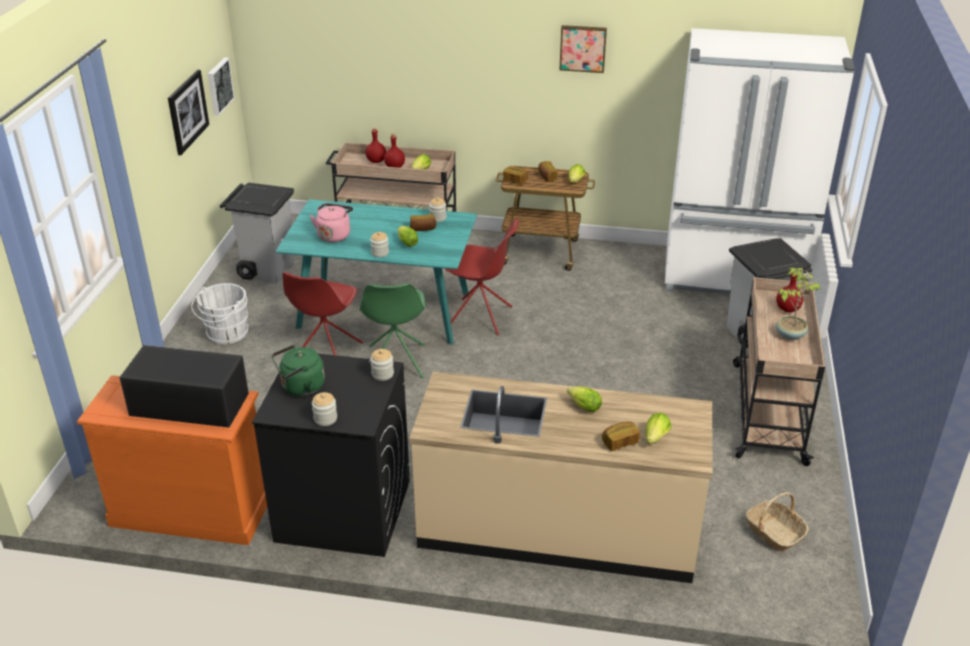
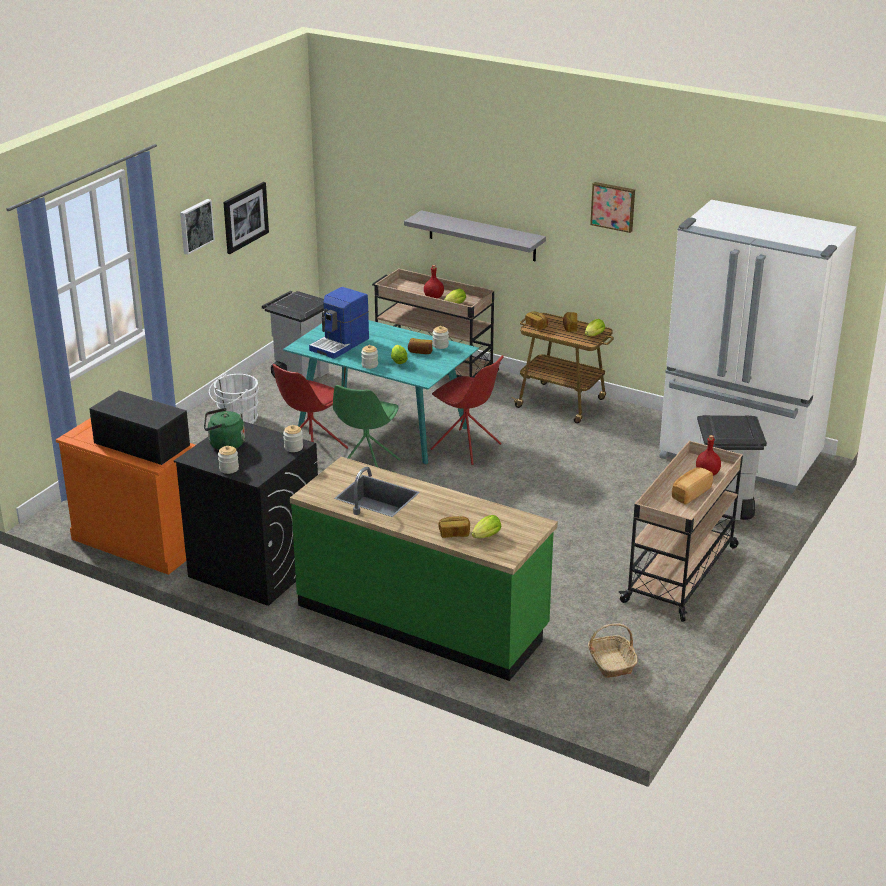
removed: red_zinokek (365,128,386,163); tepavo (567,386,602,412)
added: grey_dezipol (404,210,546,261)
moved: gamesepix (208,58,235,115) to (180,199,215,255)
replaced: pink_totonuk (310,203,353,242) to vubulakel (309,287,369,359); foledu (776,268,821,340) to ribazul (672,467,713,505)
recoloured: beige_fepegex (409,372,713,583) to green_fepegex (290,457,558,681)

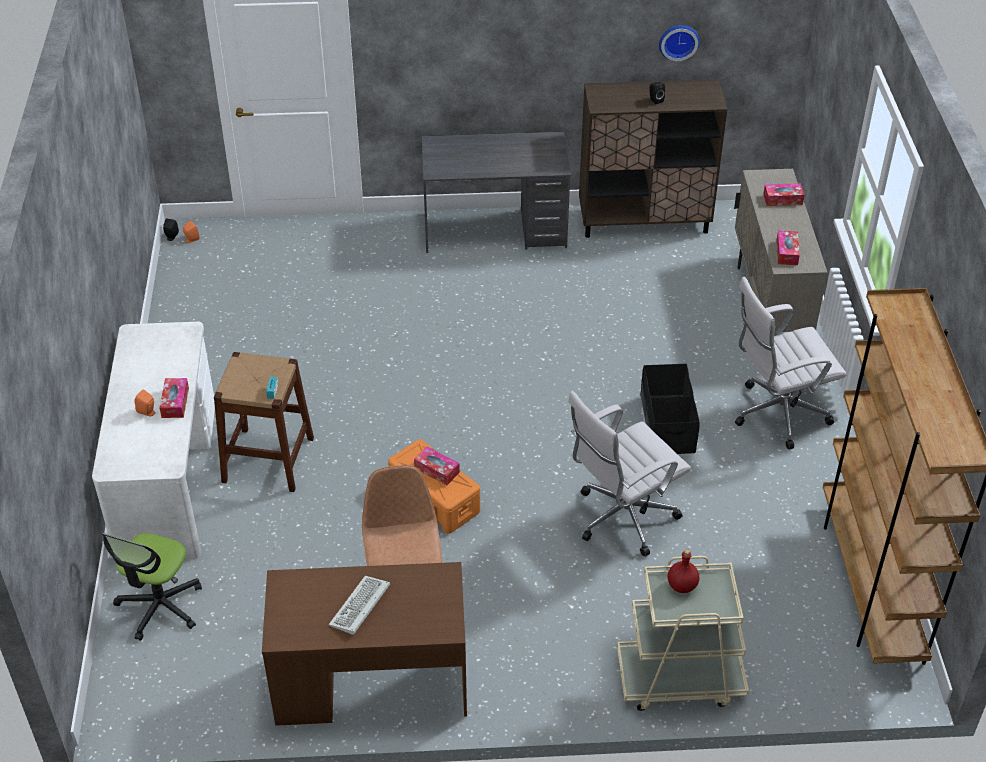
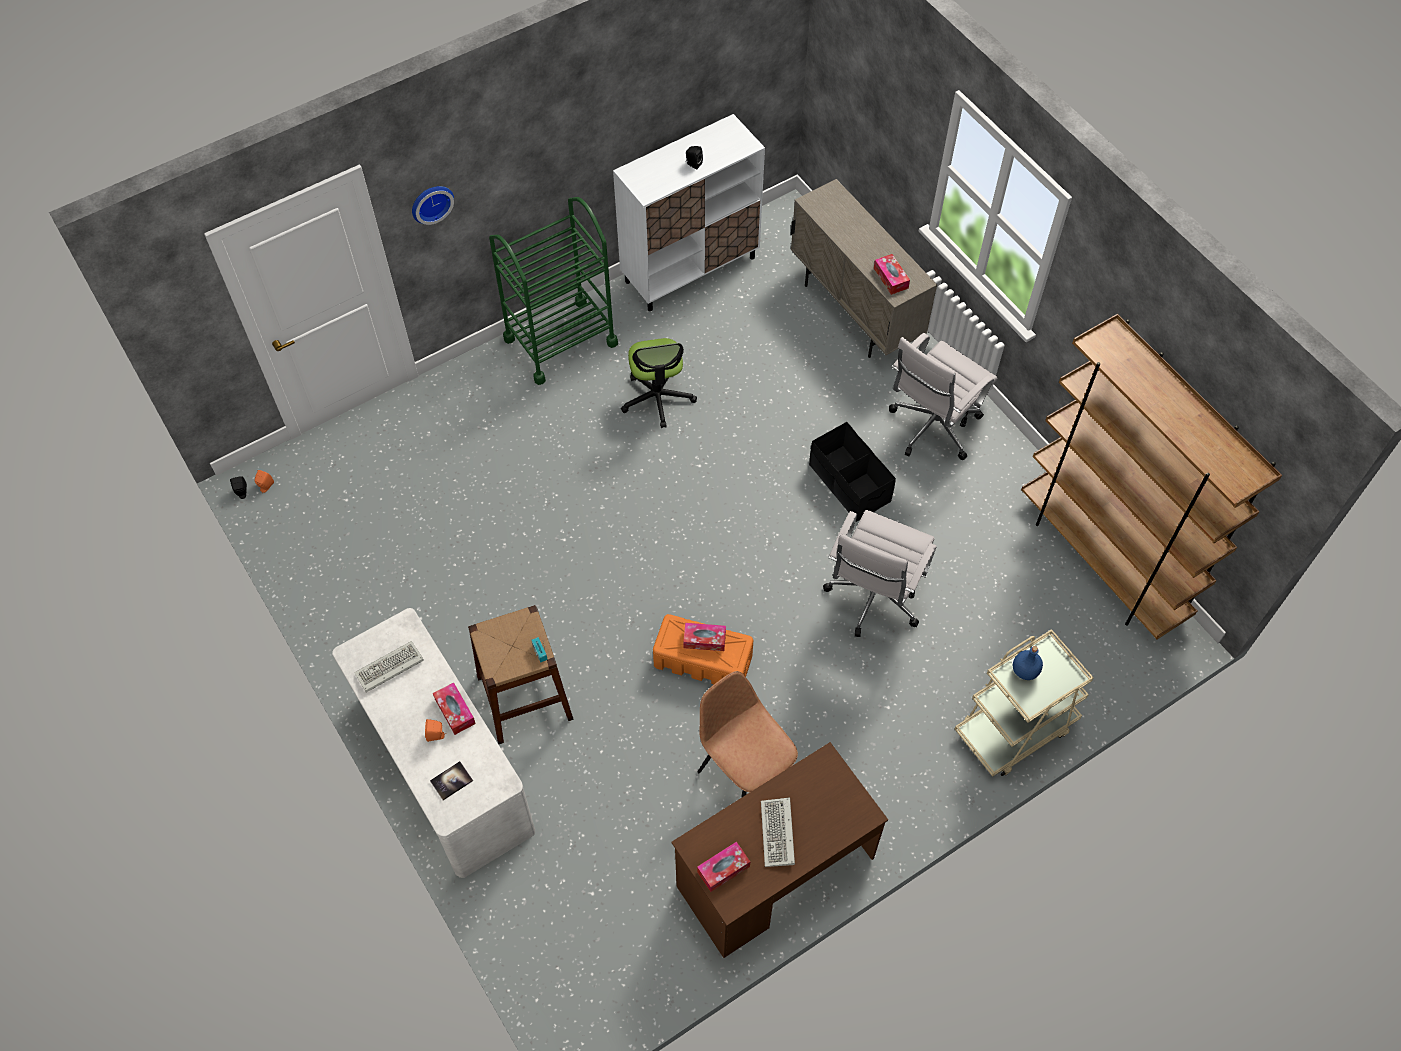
added: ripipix (354,641,424,692); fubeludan (430,761,473,800)
moved: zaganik (659,25,700,61) to (412,186,454,225); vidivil (101,533,202,641) to (621,338,697,428); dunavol (763,183,804,206) to (697,842,750,892)
replaced: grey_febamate (422,132,571,253) to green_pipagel (489,197,618,385)
recoloured: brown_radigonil (579,79,727,238) to white_radigonil (613,114,765,311); red_zinokek (667,549,699,593) to blue_zinokek (1013,646,1043,680)

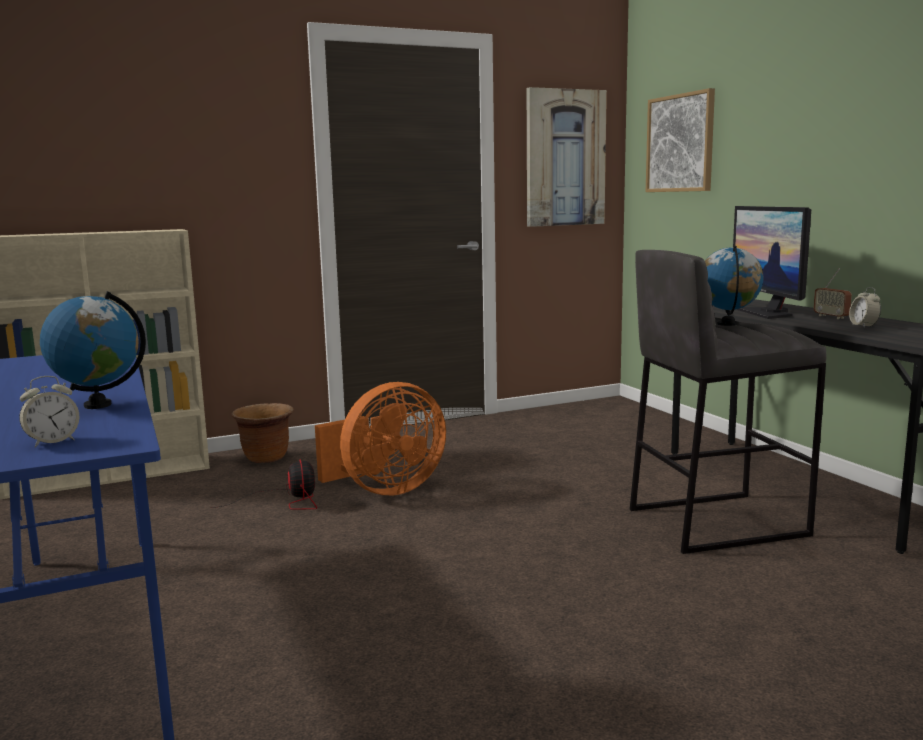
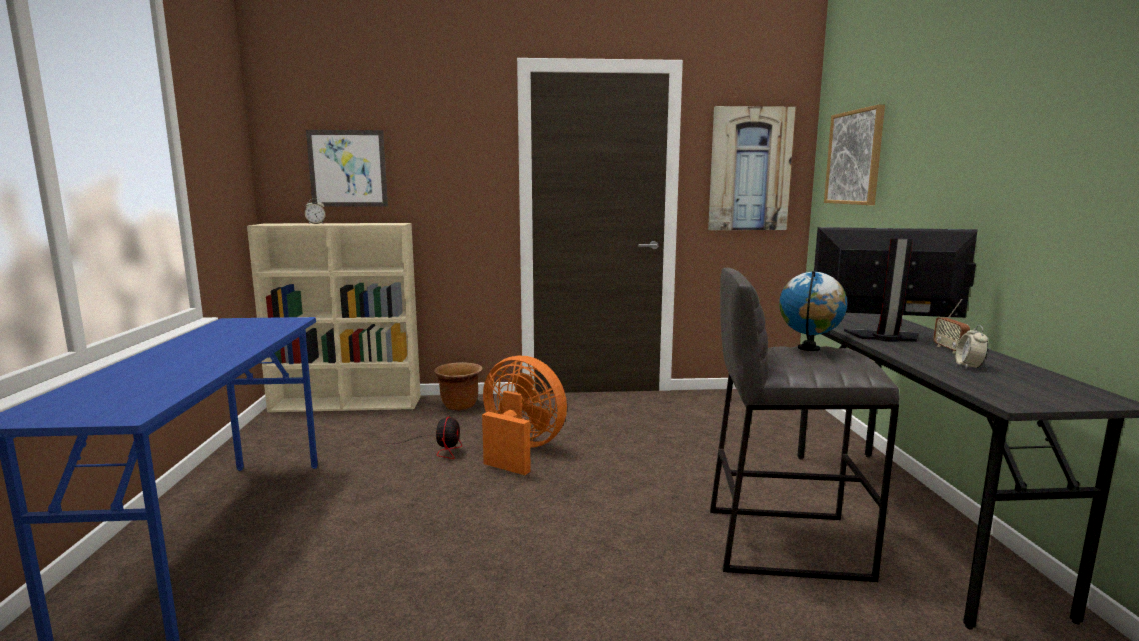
removed: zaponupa (40,291,146,409)
added: gamesepix (306,130,388,207)
moved: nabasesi (19,376,79,448) to (305,199,326,224)
turned: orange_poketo (315,382,446,495) = (482,356,567,475) 135 degrees counterclockwise; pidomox (733,206,811,319) = (814,227,978,342) 90 degrees clockwise

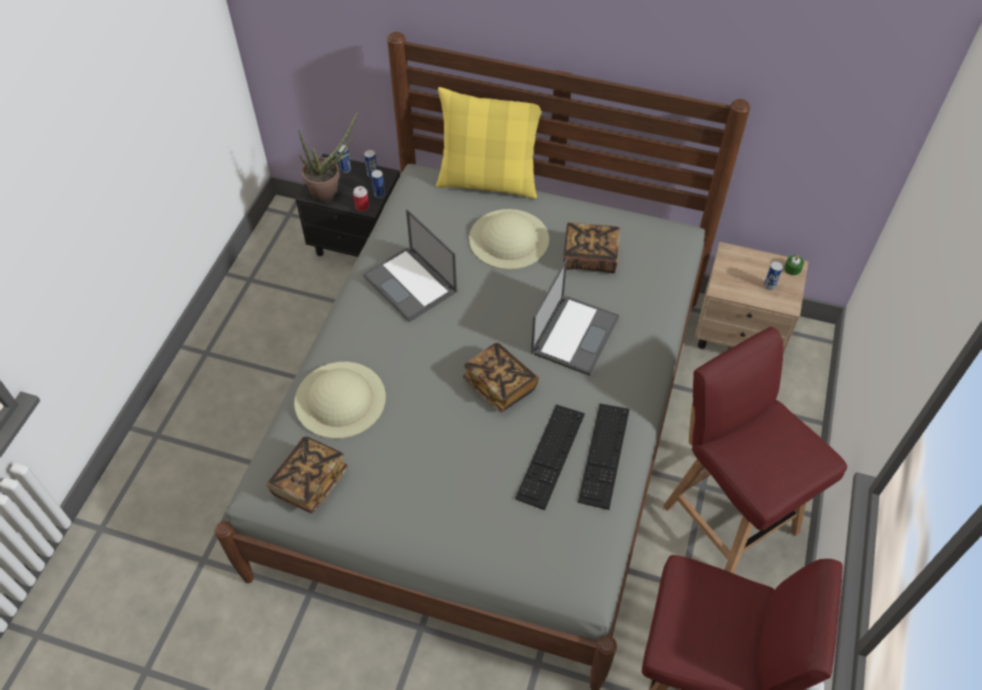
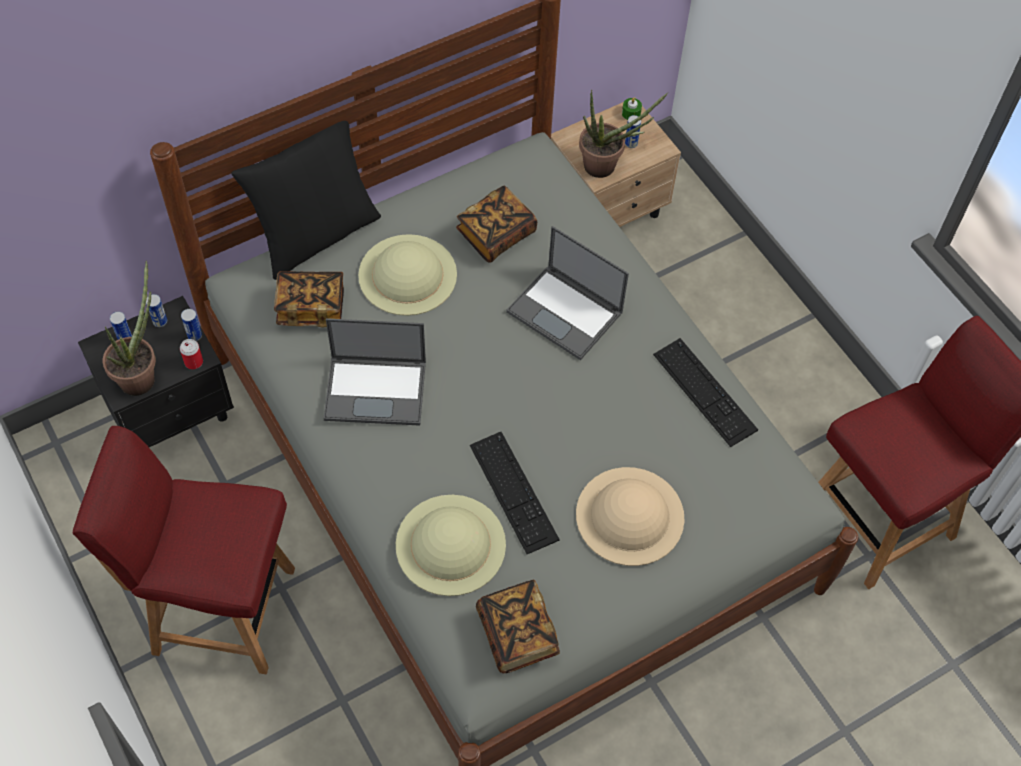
added: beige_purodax (576,467,684,566); foledu (579,89,668,178)
moved: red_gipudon (663,327,847,574) to (73,426,295,674); fubeludan (463,343,539,412) to (274,271,344,327); ripipix (515,405,585,510) to (470,432,560,554)
recoloured: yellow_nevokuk (436,87,542,199) to black_nevokuk (231,121,381,280)
turned: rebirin (531,259,619,376) = (506,226,629,360) 150 degrees clockwise

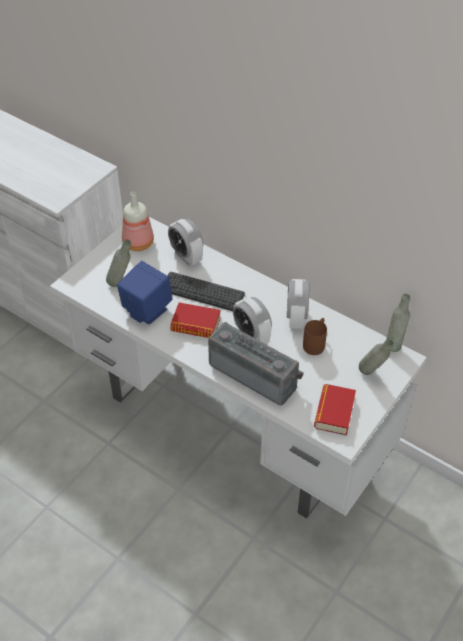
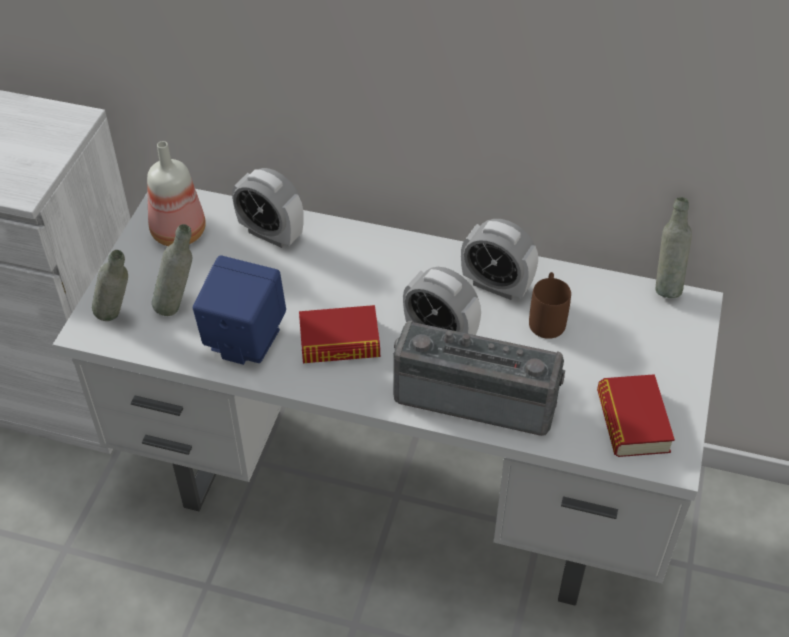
removed: ripipix (167,272,245,311)
moved: grey_zinokek (359,340,394,375) to (92,250,128,321)
turned: nabasesi (287,279,309,329) = (461,219,538,300) 45 degrees counterclockwise

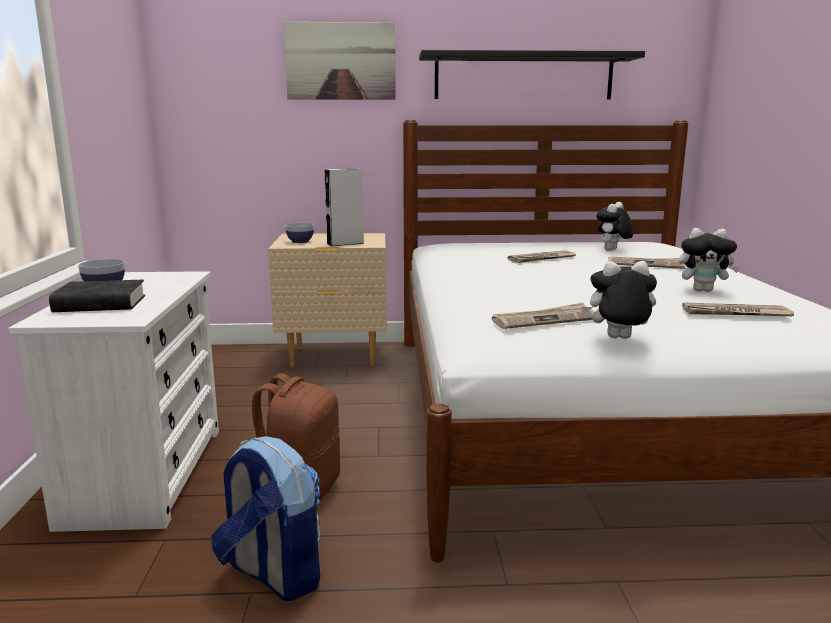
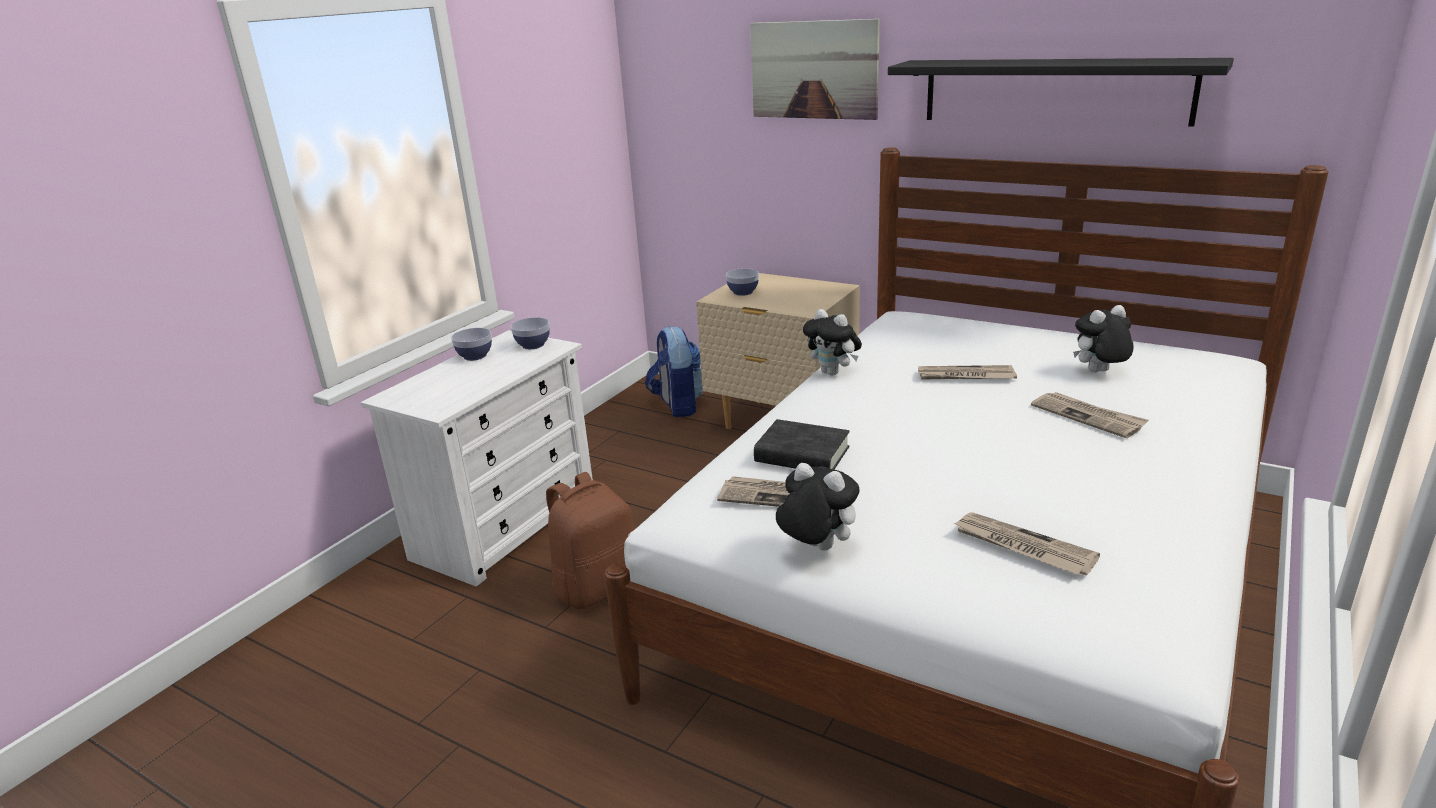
removed: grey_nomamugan (324,168,365,246)
added: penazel (511,317,550,349)
moved: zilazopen (211,436,320,601) to (645,326,703,417); black_fubeludan (49,280,145,312) to (754,419,850,470); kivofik (679,228,740,292) to (803,309,862,375)

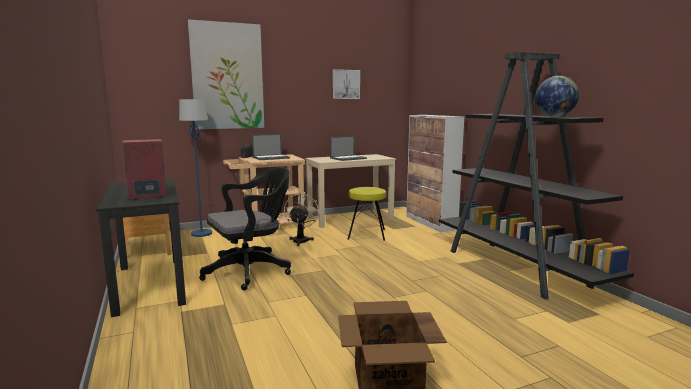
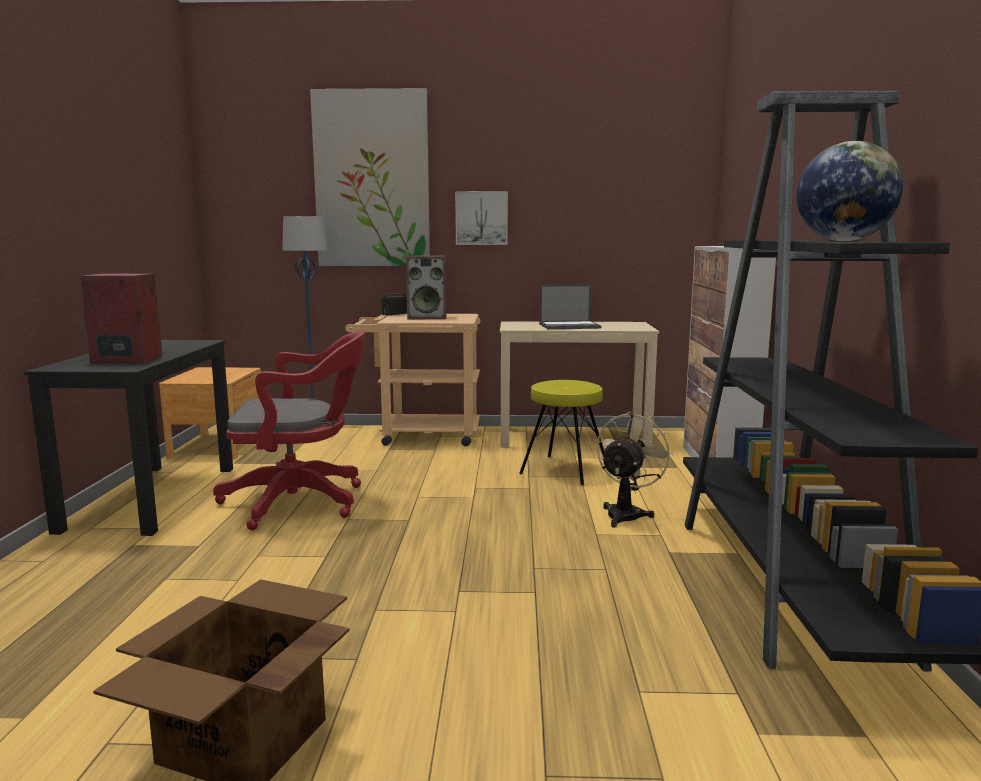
moved: gamesepix (333,69,360,99) to (455,191,508,245); beige_poketo (284,193,320,246) to (596,411,674,528)
replaced: rebirin (252,134,290,160) to nomamugan (406,256,446,319)
recoloured: black_vidivil (199,167,291,291) to red_vidivil (213,330,366,530)

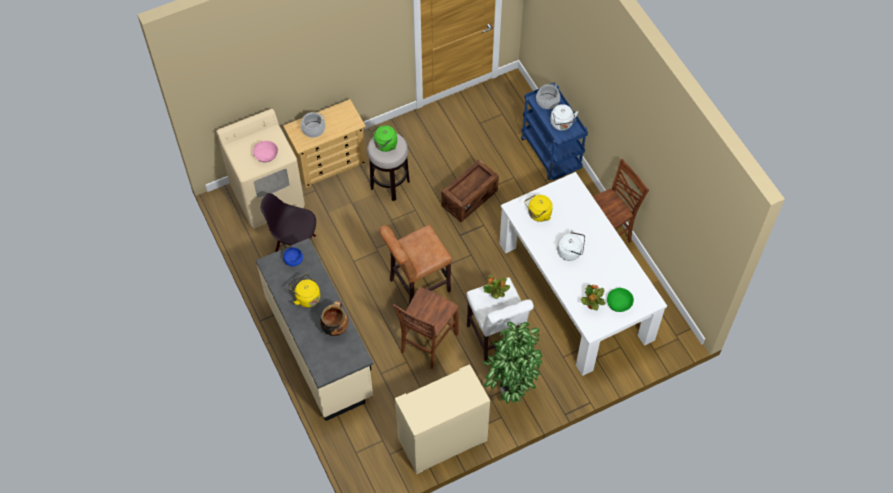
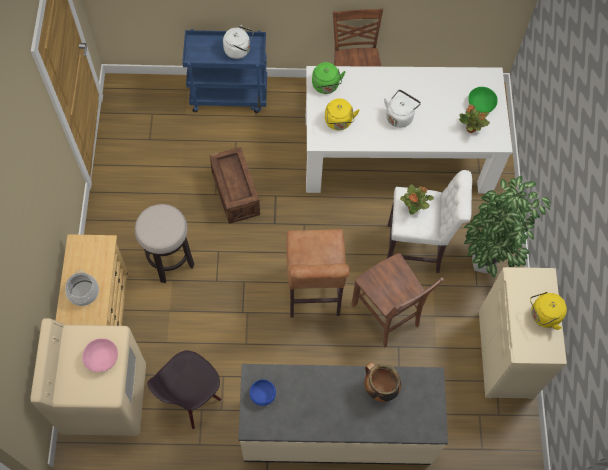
removed: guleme (536,84,560,109)
moved: green_totonuk (369,125,397,152) to (312,62,345,94); yellow_totonuk (289,274,320,307) to (530,292,567,330)

